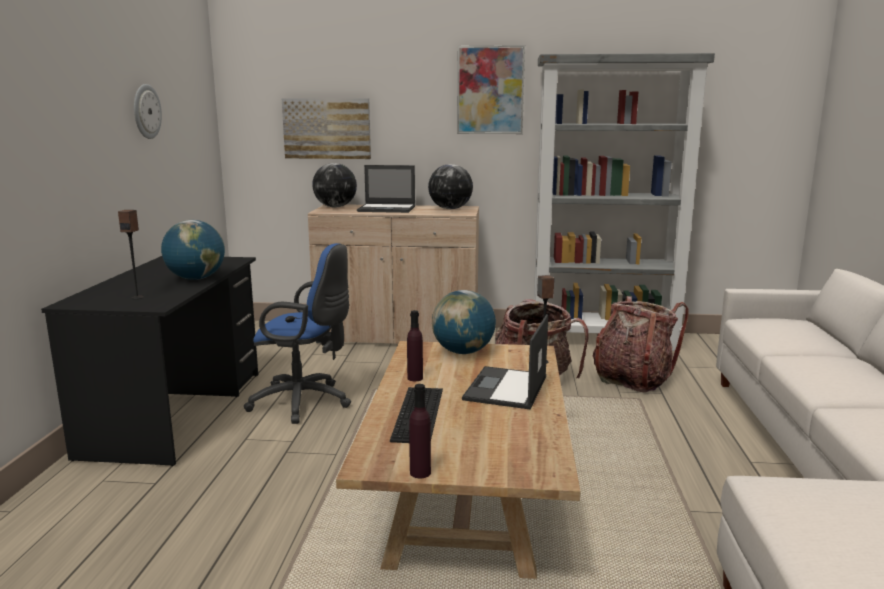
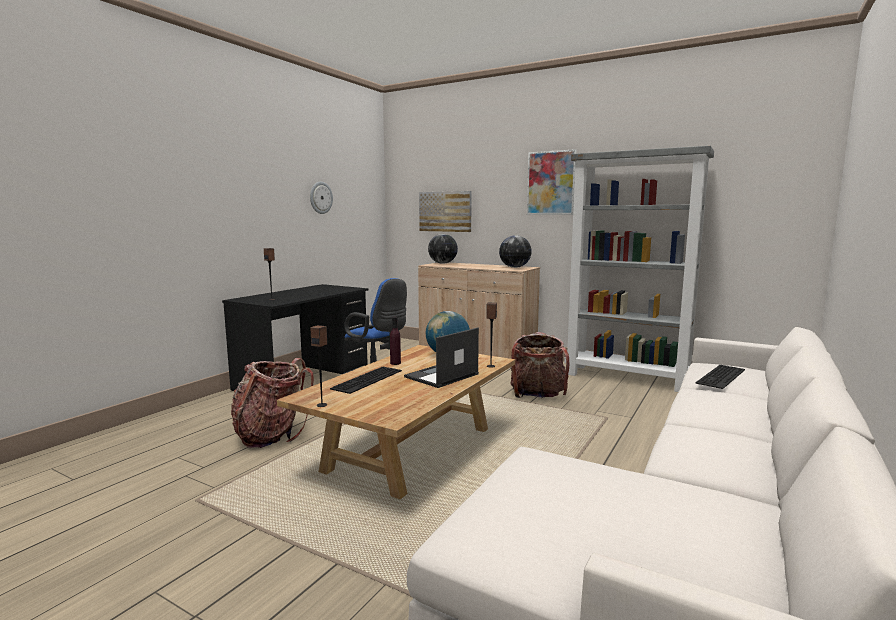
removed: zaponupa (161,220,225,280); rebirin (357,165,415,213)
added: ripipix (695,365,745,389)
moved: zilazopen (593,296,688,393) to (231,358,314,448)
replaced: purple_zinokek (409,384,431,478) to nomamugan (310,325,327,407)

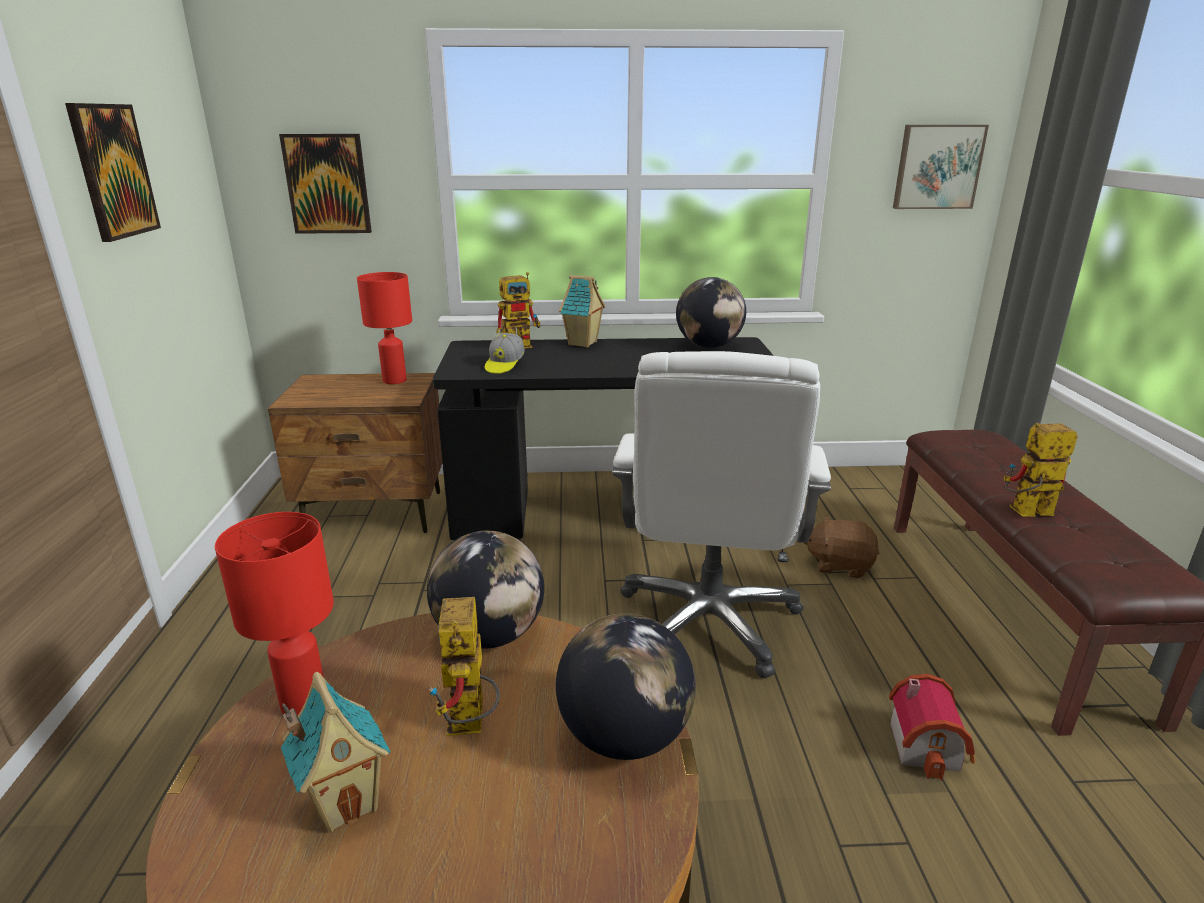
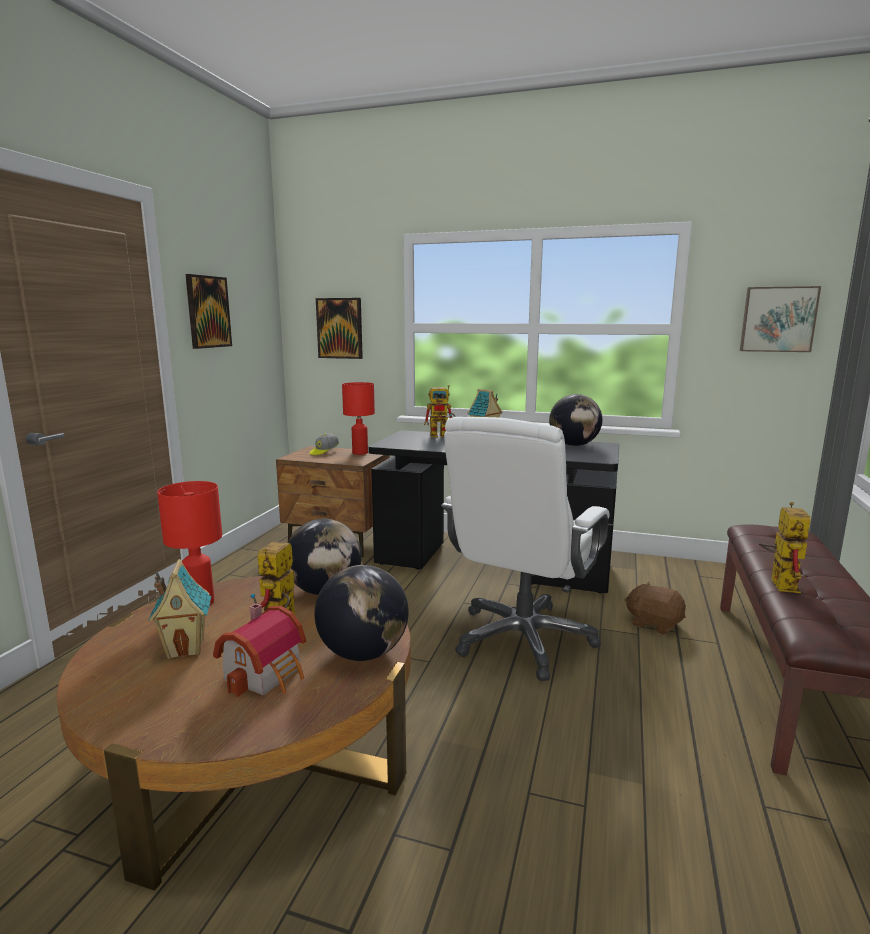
moved: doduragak (889,674,975,780) to (213,603,306,697); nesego (485,333,525,374) to (310,433,339,455)
turned: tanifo (1004,423,1078,517) = (759,502,810,593) 90 degrees clockwise

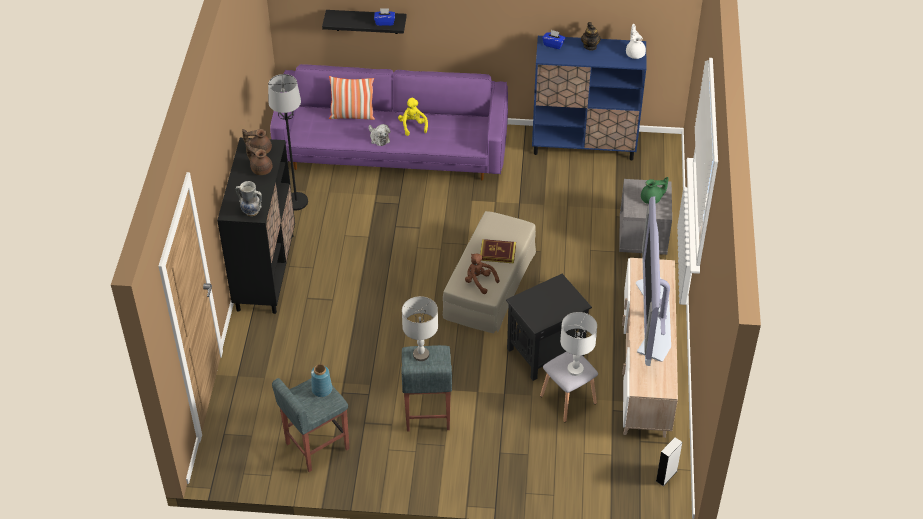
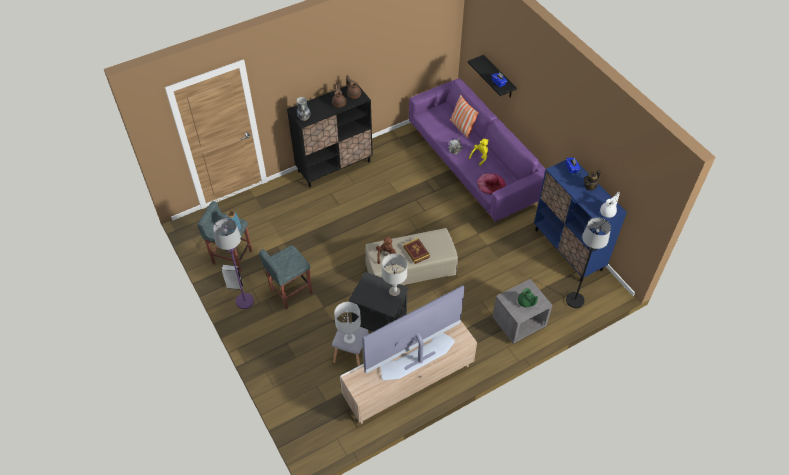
added: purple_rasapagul (213,218,254,309); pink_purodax (477,173,506,195)
moved: grey_nomamugan (656,437,682,487) to (222,265,243,290); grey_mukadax (402,296,438,361) to (382,253,407,297); black_rasapagul (268,74,308,210) to (566,217,611,308)

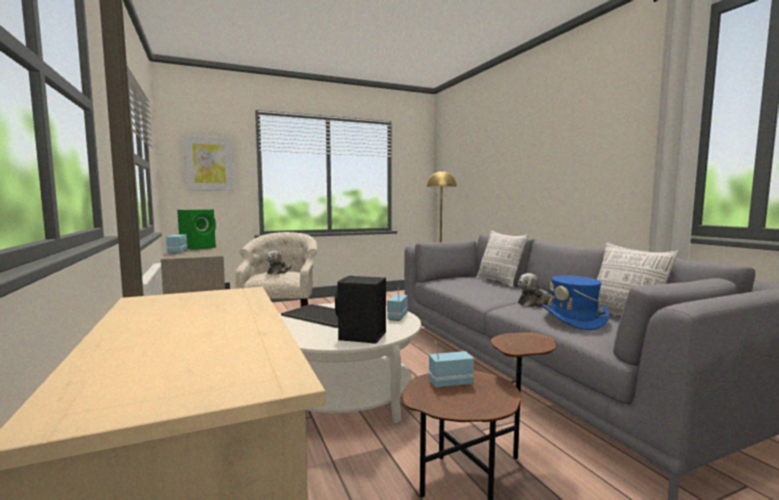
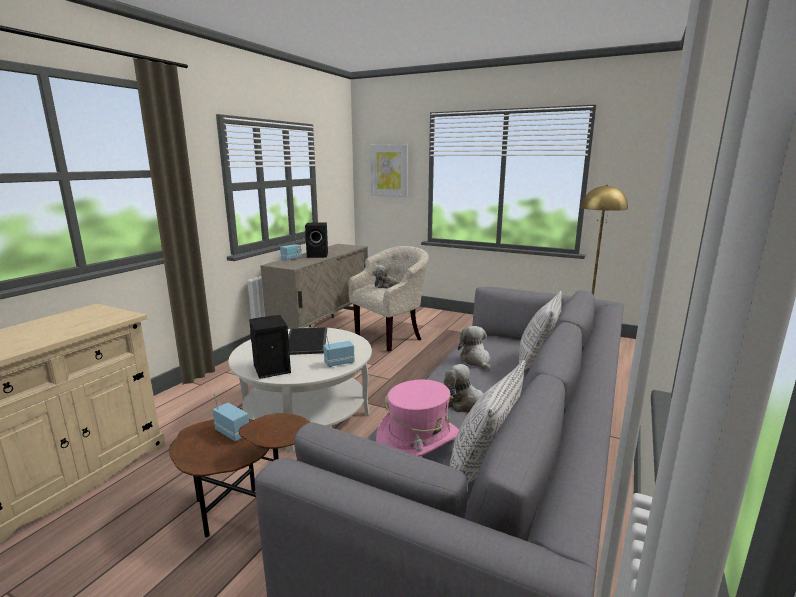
added: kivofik (458,326,490,371)
recoloured: green_nomamugan (177,209,216,250) to black_nomamugan (305,222,328,258); blue_purodax (541,275,609,330) to pink_purodax (376,379,459,457)

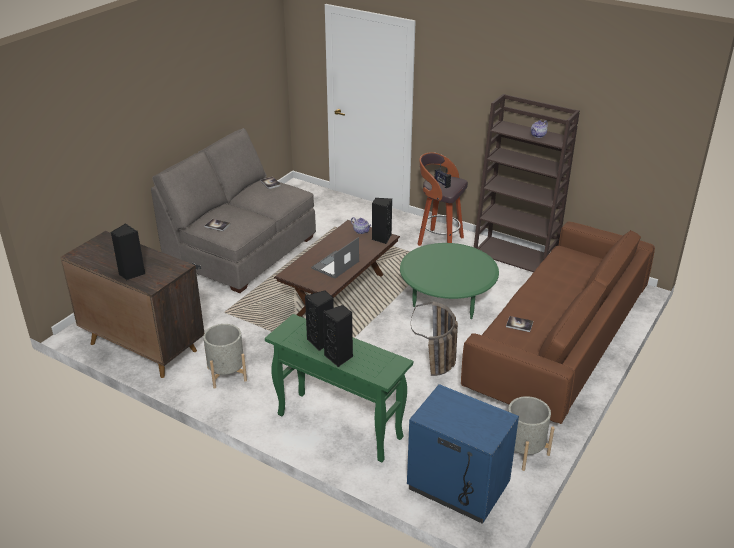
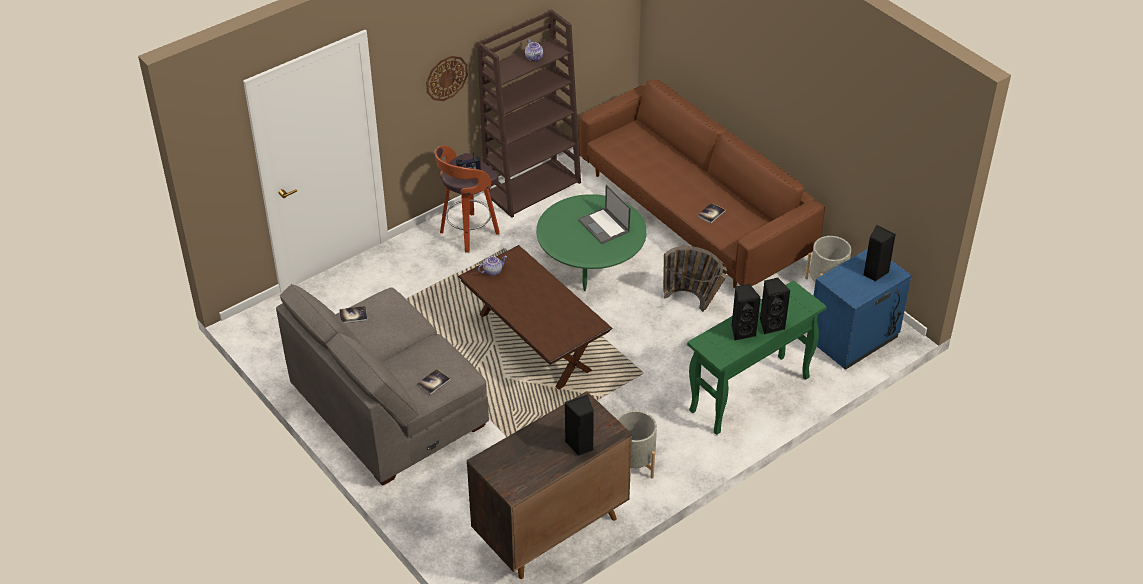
added: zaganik (426,56,468,101)
moved: rebirin (311,237,359,278) to (578,185,630,244); black_nomamugan (372,198,392,244) to (863,225,896,281)

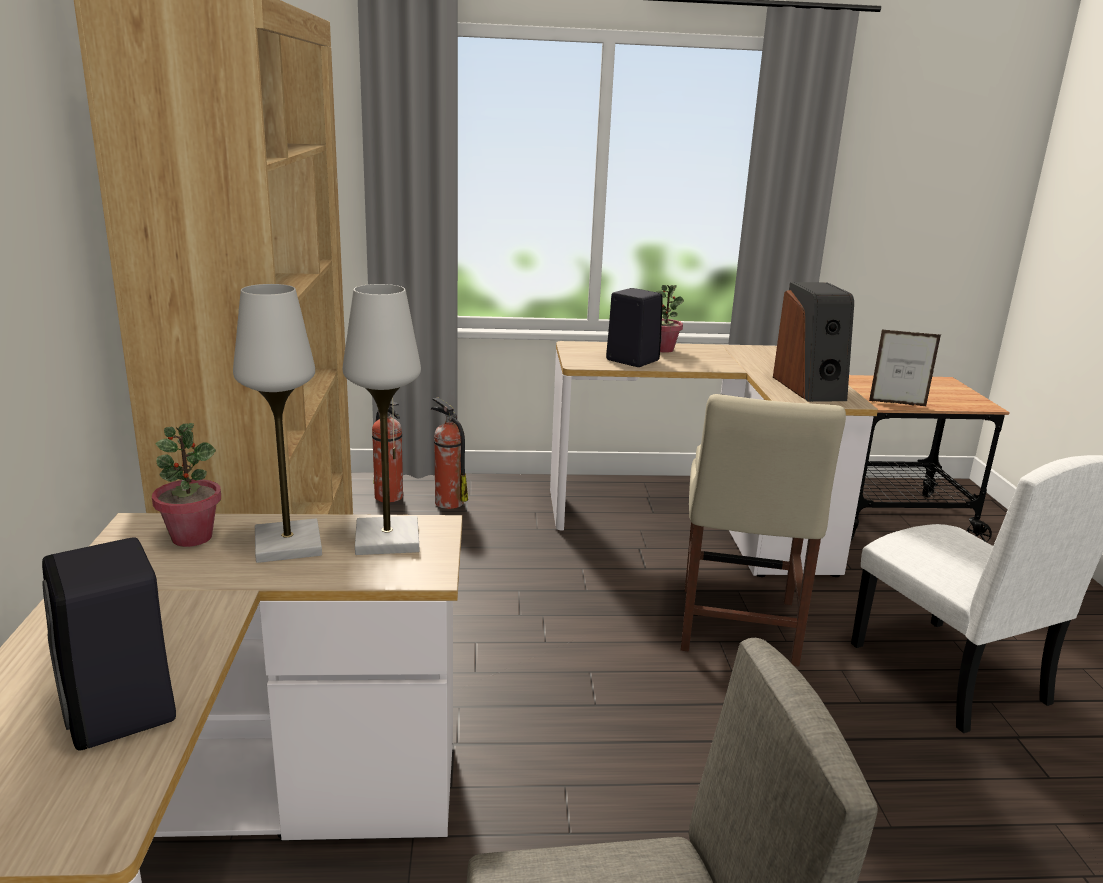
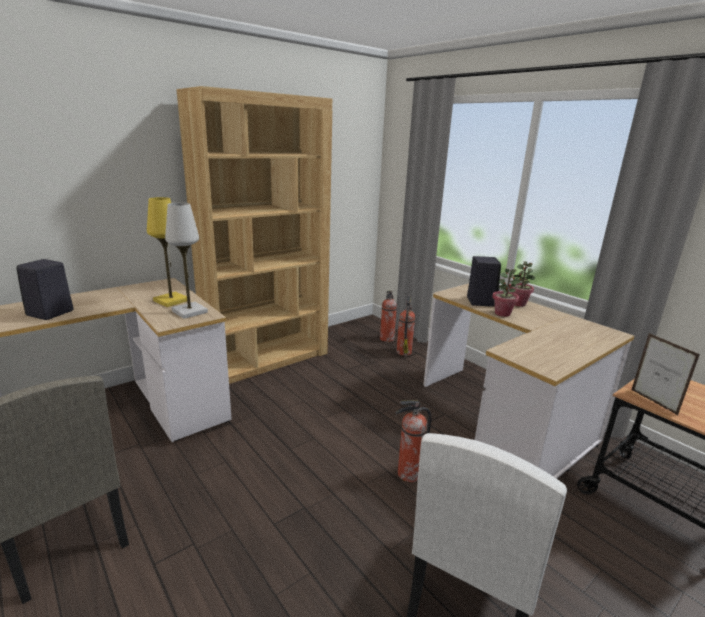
removed: nomamugan (773,282,854,402)
moved: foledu (152,423,221,547) to (492,269,520,317)
replaced: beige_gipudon (681,394,846,667) to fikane (396,400,432,482)
recoloured: white_mukadax (233,284,322,563) to yellow_mukadax (147,197,187,307)

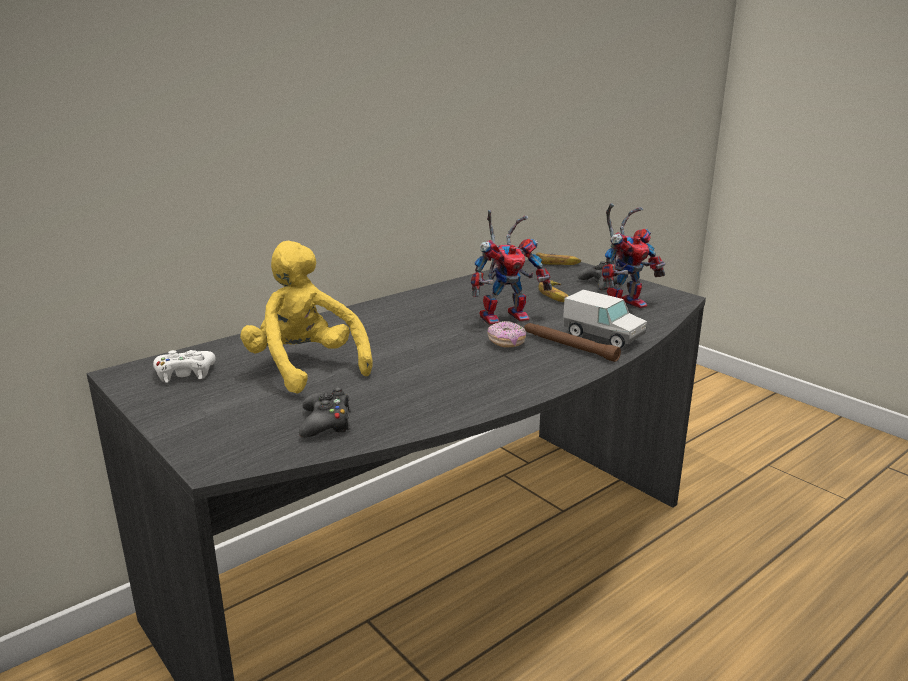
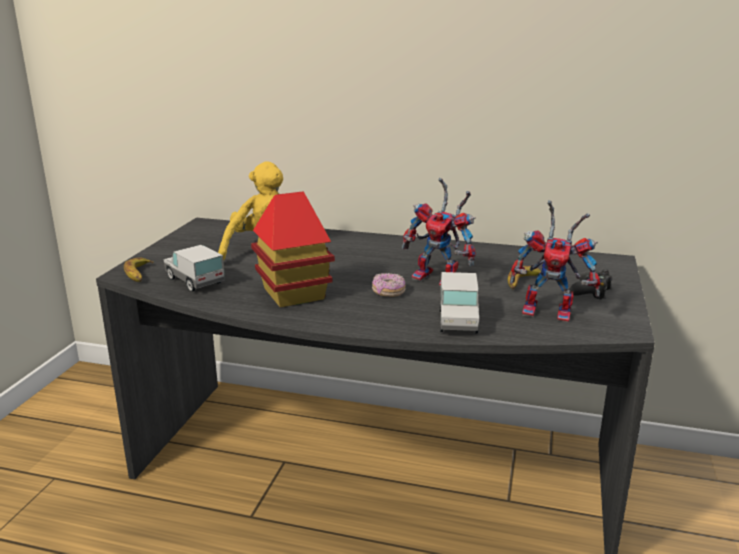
removed: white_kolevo (153,350,216,383); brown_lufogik (524,323,621,362)
added: doduragak (251,191,335,308)
moved: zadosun (536,253,581,265) to (124,257,153,282)
replaced: black_kolevo (299,387,351,438) to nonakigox (164,245,225,292)

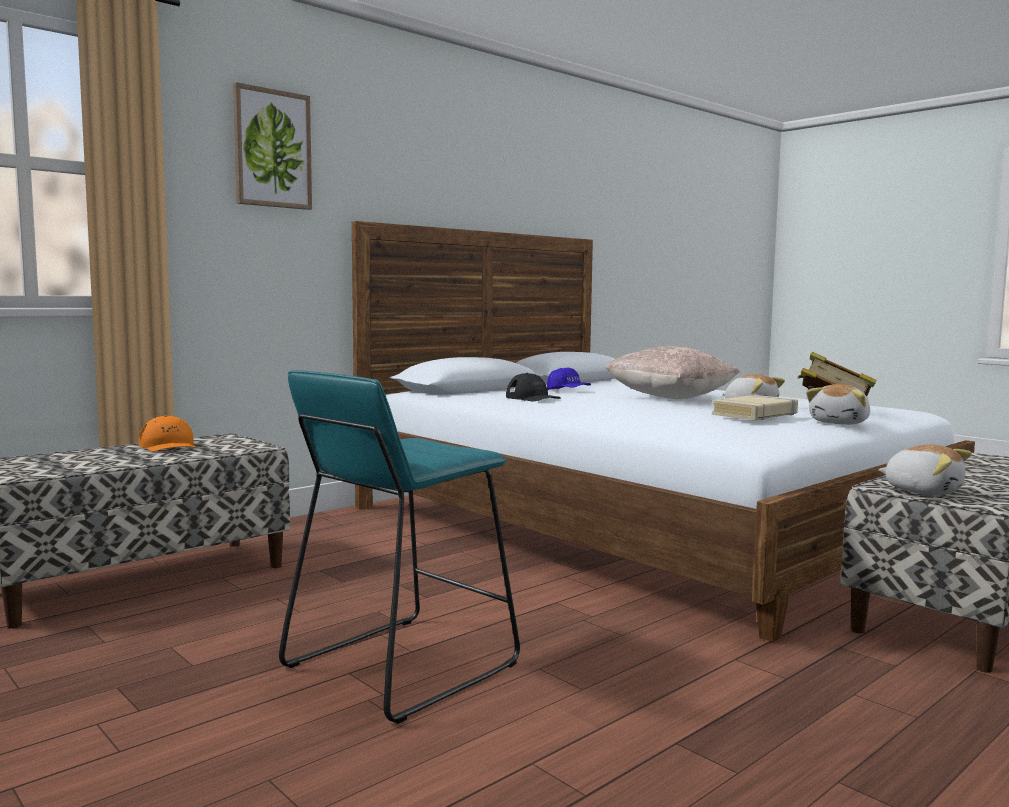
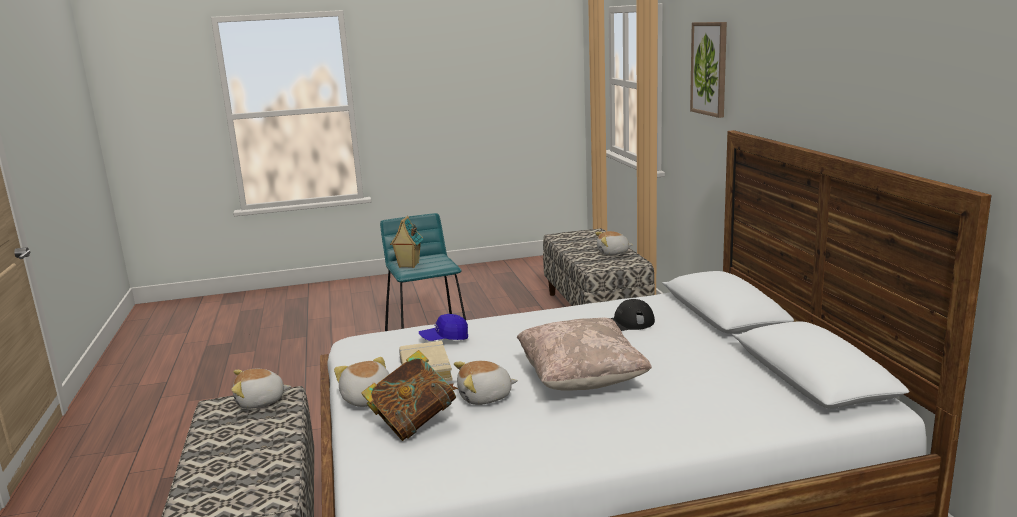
added: doduragak (390,216,423,268)
moved: blue_nesego (547,368,591,390) to (419,314,468,341)
replaced: orange_nesego (139,416,197,452) to kivofik (595,231,633,255)

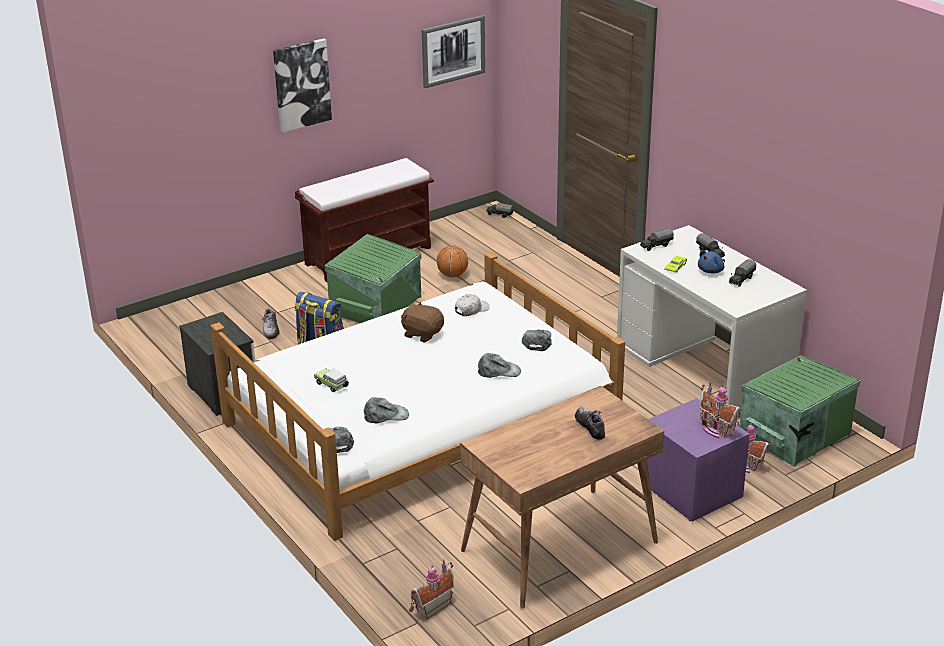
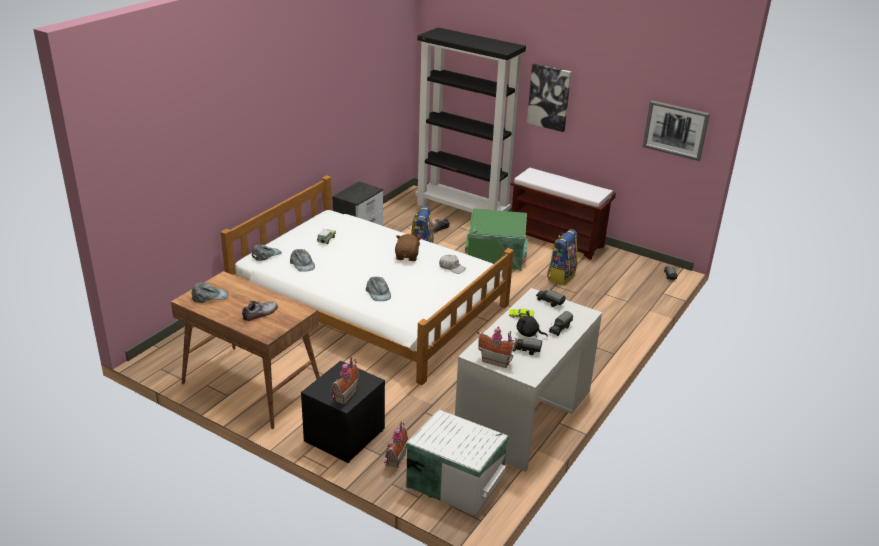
added: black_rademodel (415,28,526,213)
moved: grey_nesego (522,330,552,351) to (191,283,228,303); doduragak (409,559,454,619) to (477,326,519,368)
replaced: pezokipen (437,245,468,277) to zilazopen (547,229,578,285)
recoloured: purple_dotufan (647,398,750,522) to black_dotufan (301,361,385,463); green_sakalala (740,356,861,467) to white_sakalala (406,409,509,517); blue_kivofik (698,250,725,273) to black_kivofik (517,311,548,338)

